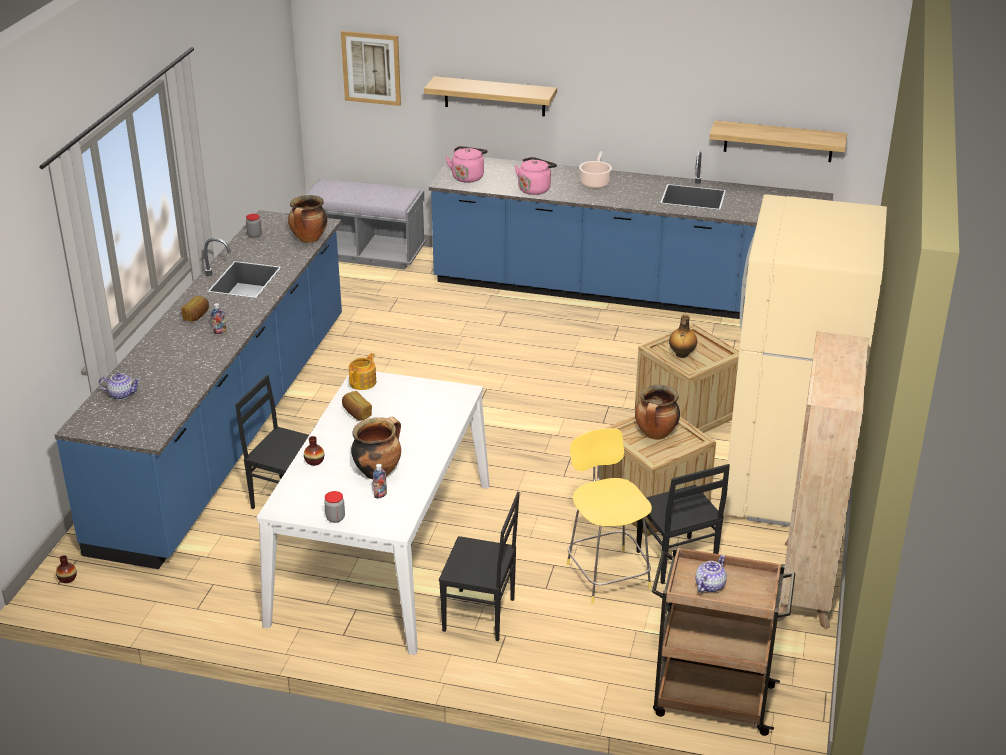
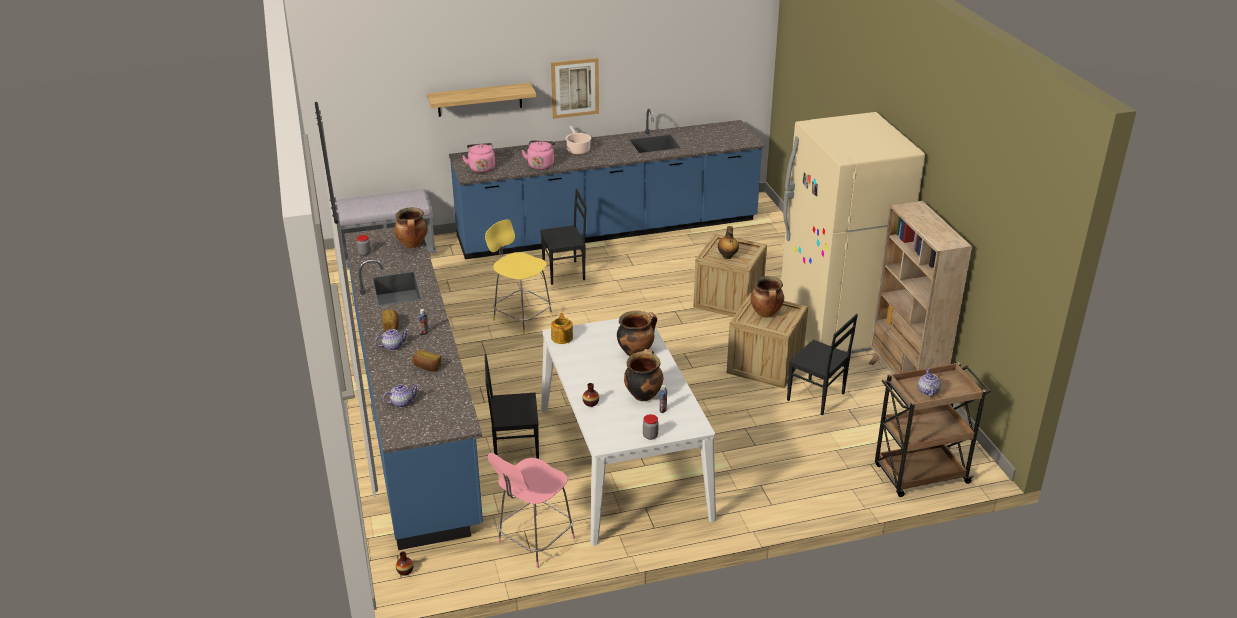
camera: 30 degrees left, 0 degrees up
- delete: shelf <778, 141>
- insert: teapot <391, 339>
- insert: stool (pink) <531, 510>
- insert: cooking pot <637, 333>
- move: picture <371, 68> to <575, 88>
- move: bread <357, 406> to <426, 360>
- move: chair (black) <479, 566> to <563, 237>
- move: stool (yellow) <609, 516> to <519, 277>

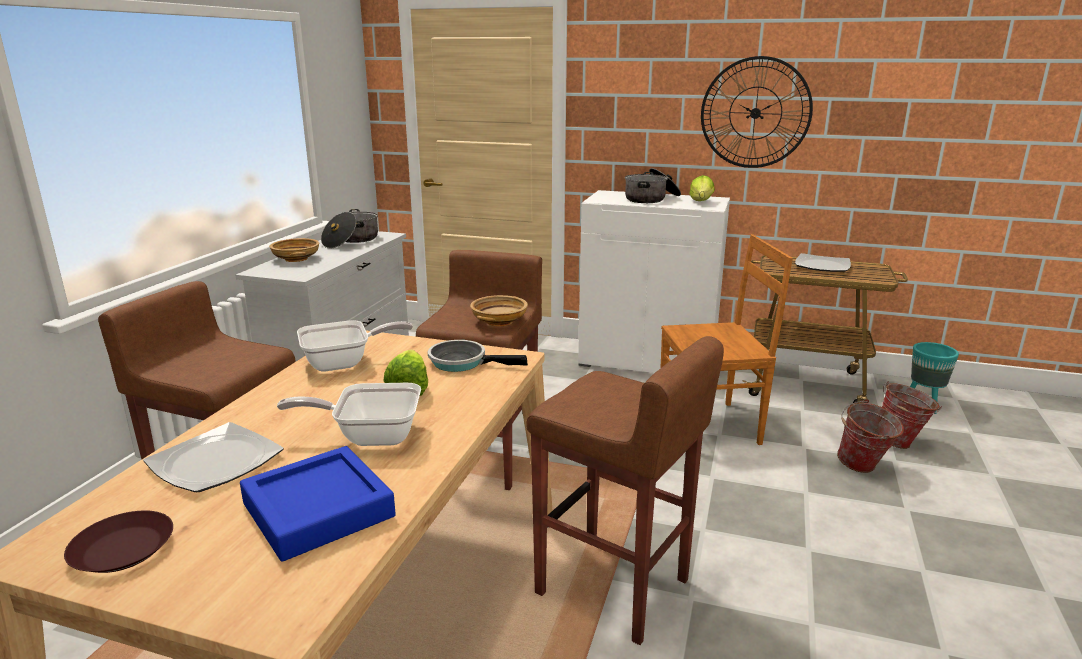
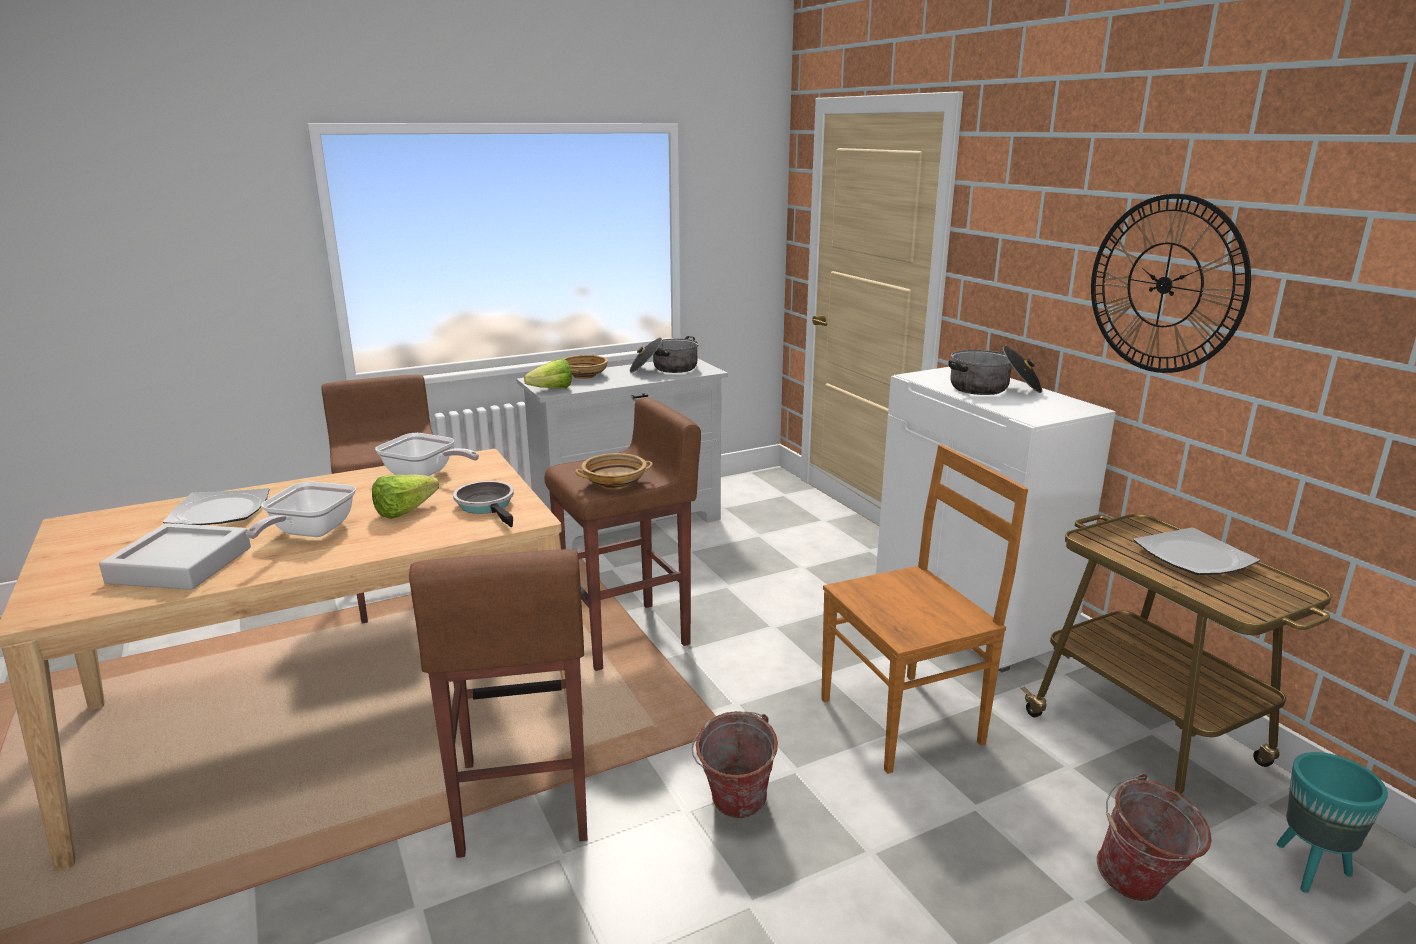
camera: 45 degrees right, 0 degrees up
- delete: plate (brown) <118, 541>
- move: lettuce <702, 188> to <548, 374>
- move: bucket <870, 436> to <735, 764>
- recolor: tray (blue) <318, 504> to tray (grey) <175, 556>
- rotate: frying pan <349, 414> = <301, 510> 120 degrees counterclockwise
- rotate: chair (brown) <726, 339> = <924, 609> 60 degrees counterclockwise

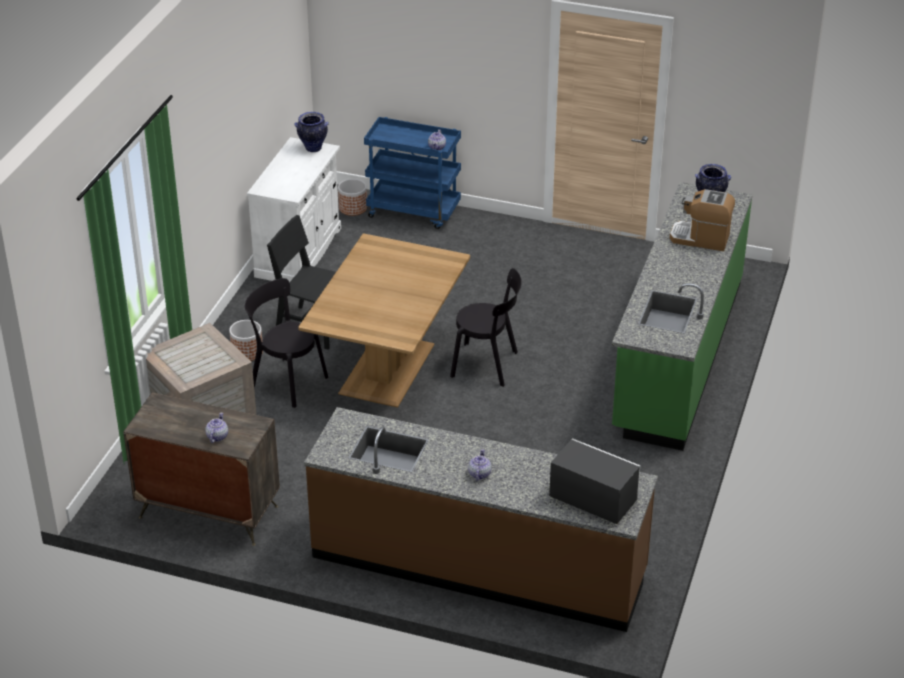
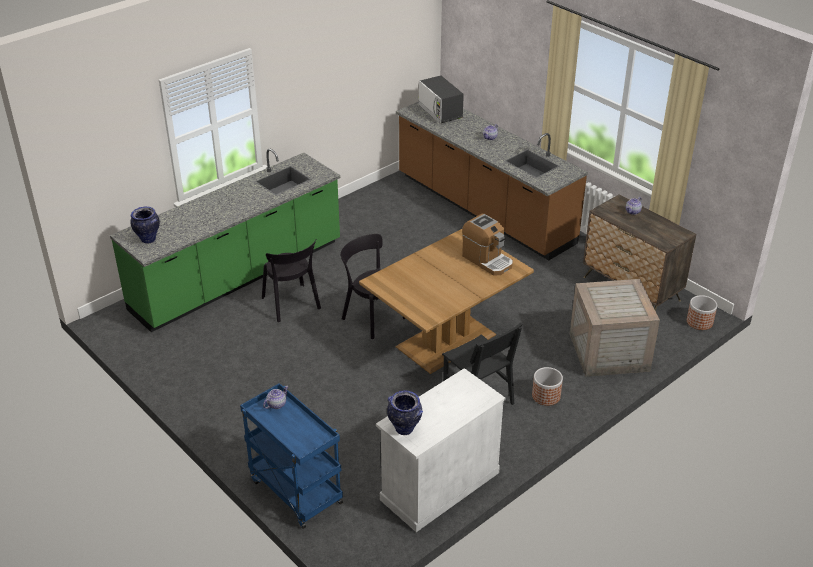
camera: 150 degrees left, 0 degrees up
- move: chair (black) <286, 343> to <291, 280>
- move: planter <352, 197> to <702, 312>
- move: coffee machine <702, 220> to <487, 245>

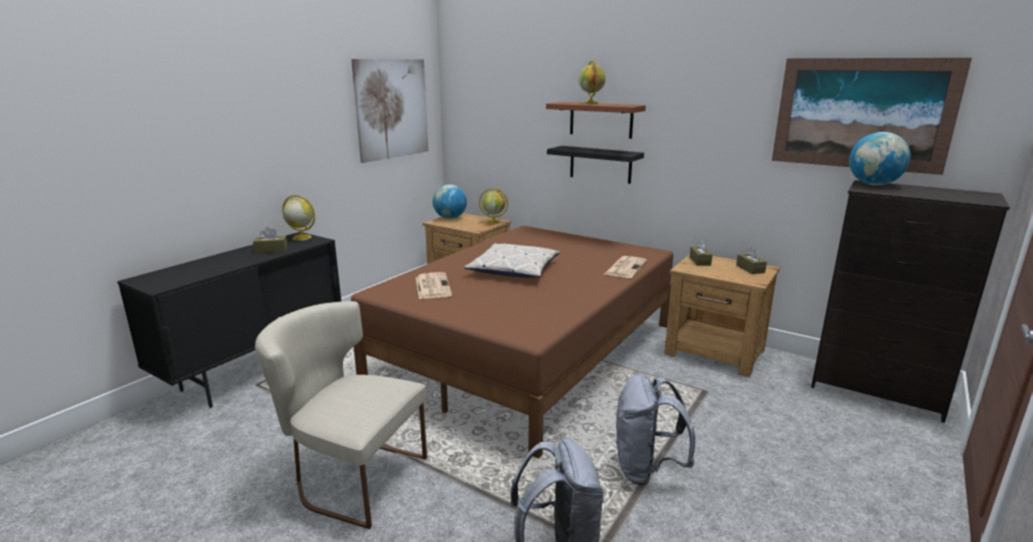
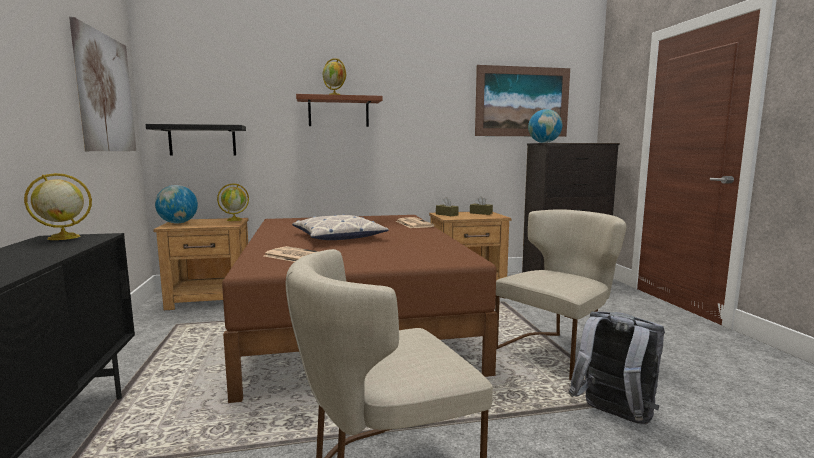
camera: 45 degrees left, 10 degrees down
- delete: tissue box (brown) <270, 240>
- move: shelf (black) <595, 165> to <196, 140>
- replace: backpack (grey) <655, 429> to chair (beige) <561, 294>

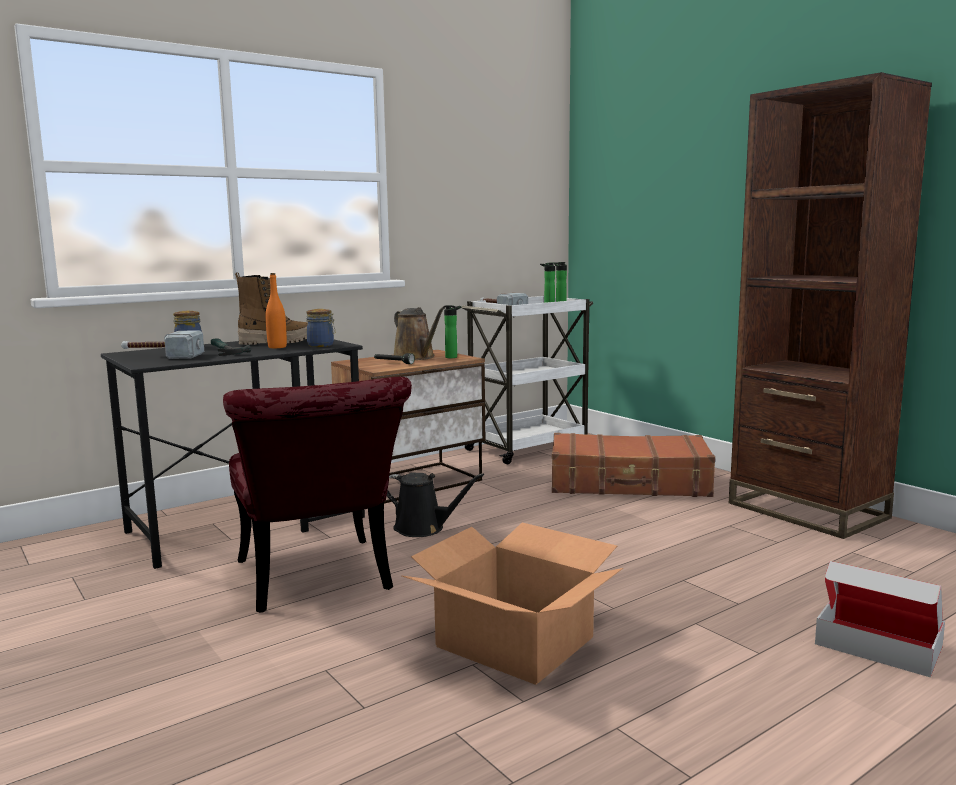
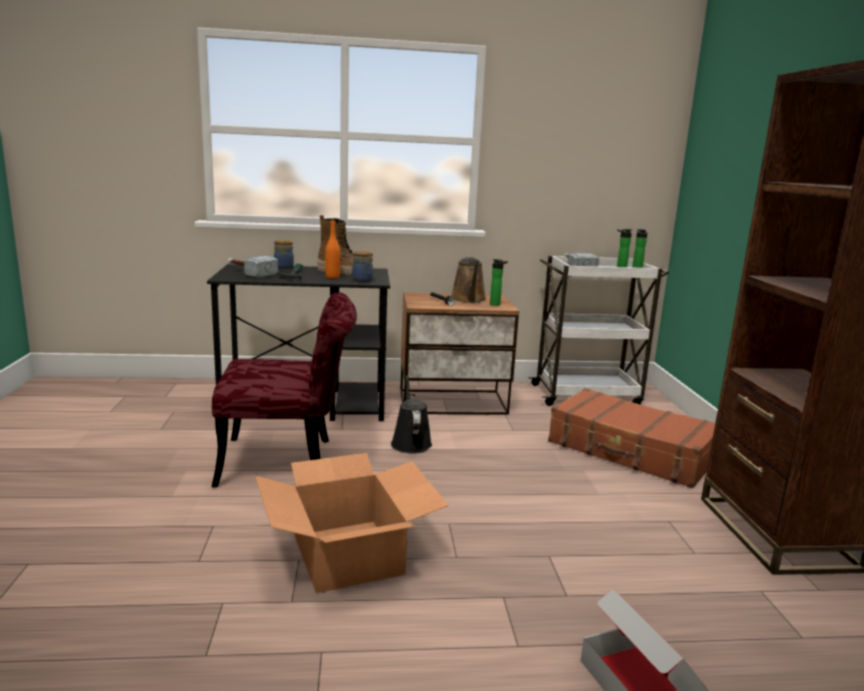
camera: 30 degrees right, 5 degrees up
- rotate: chair (red) <317, 495> = <284, 389> 105 degrees counterclockwise
- rotate: watering can (black) <435, 505> = <411, 414> 150 degrees counterclockwise

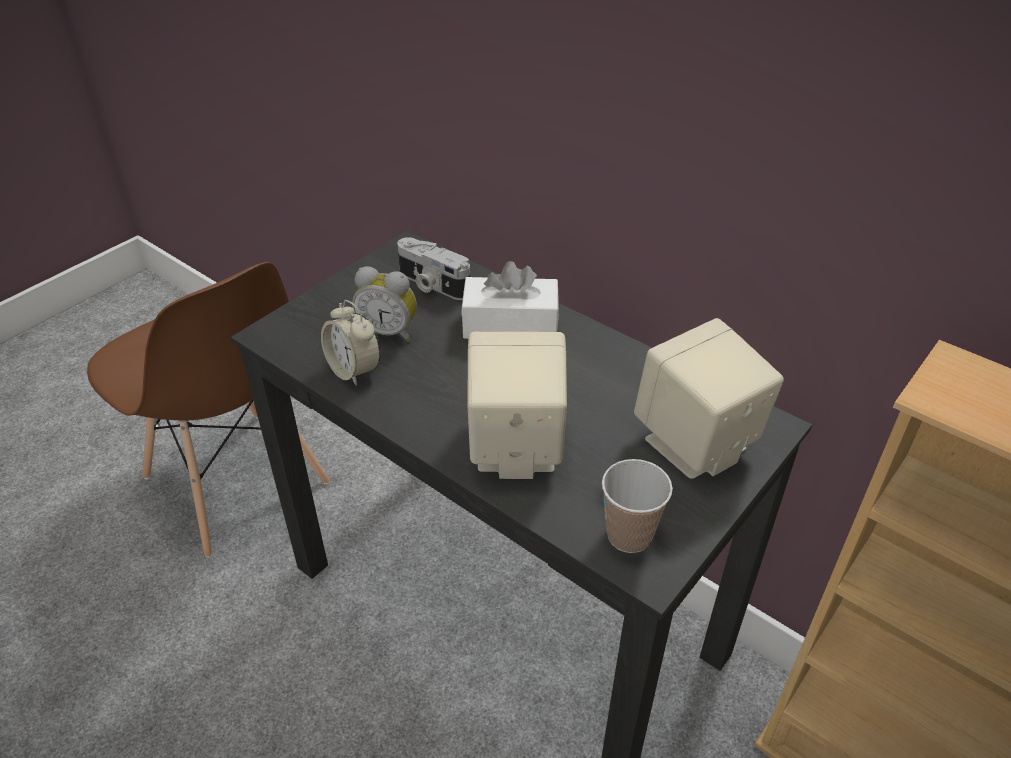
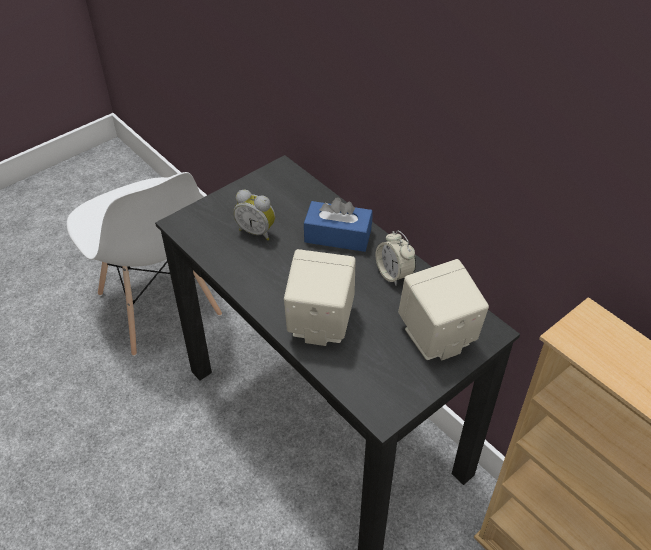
camera: 10 degrees right, 5 degrees up
- delete: photo camera <433, 268>
- delete: cup <637, 506>
- move: alarm clock <351, 343> to <396, 258>
- recolor: chair (brown) <208, 410> to chair (white) <144, 264>
- recolor: tissue box (white) <510, 300> to tissue box (blue) <338, 224>

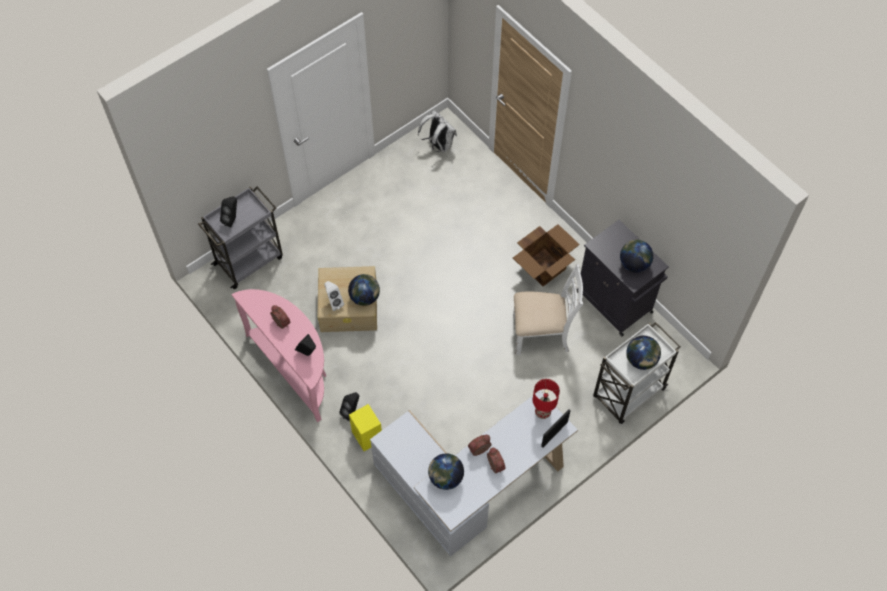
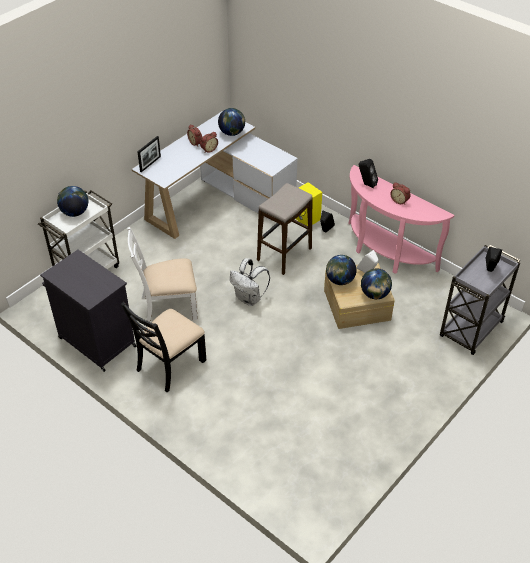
camera: 170 degrees right, 15 degrees down
- delete: table lamp (red) <546, 399>
- insert: stool <284, 229>
- move: backpack (white) <437, 131> to <250, 282>
- move: globe <636, 256> to <376, 283>
- replace: cardboard box <546, 255> to chair (black) <163, 347>

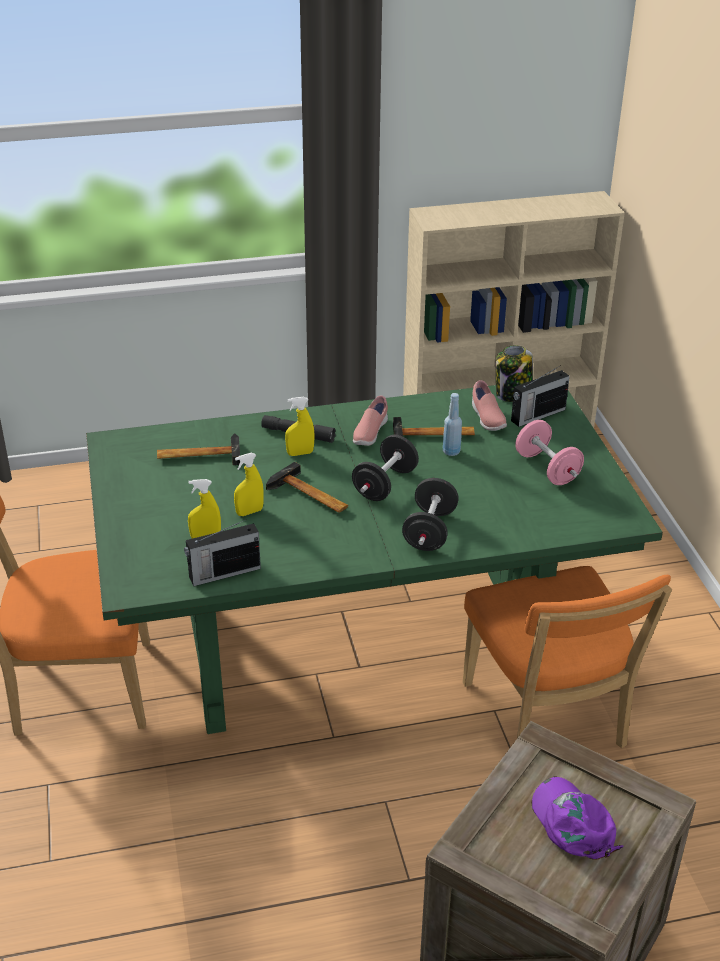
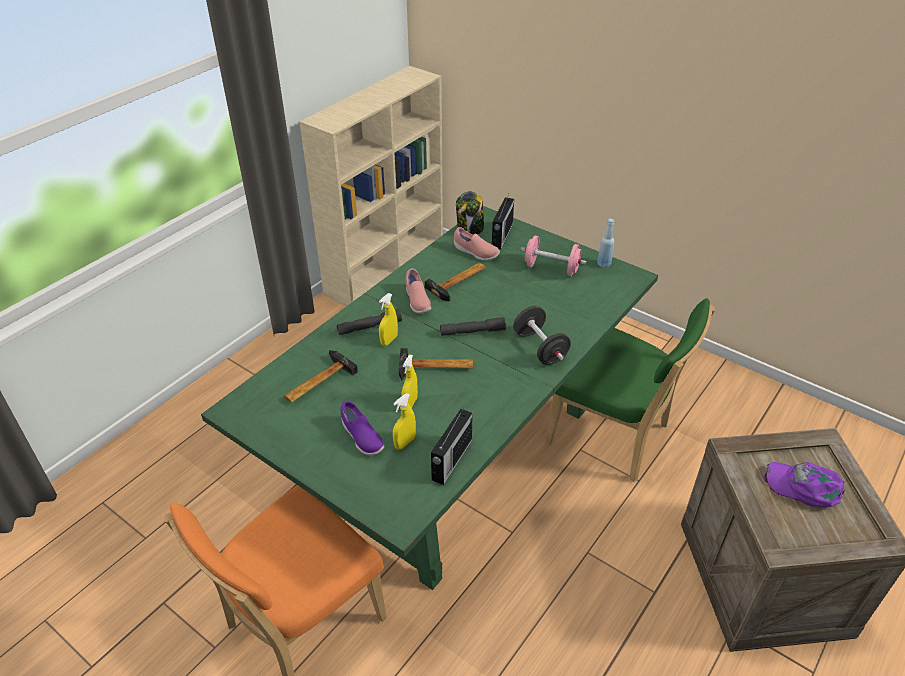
camera: 40 degrees left, 5 degrees up
- insert: shoe (purple) <363, 428>
- move: bottle (blue) <452, 424> to <606, 242>
- replace: dumbbell (black) <385, 468> to flashlight (grey) <473, 326>
- recolor: chair (orange) <567, 657> to chair (green) <630, 390>

